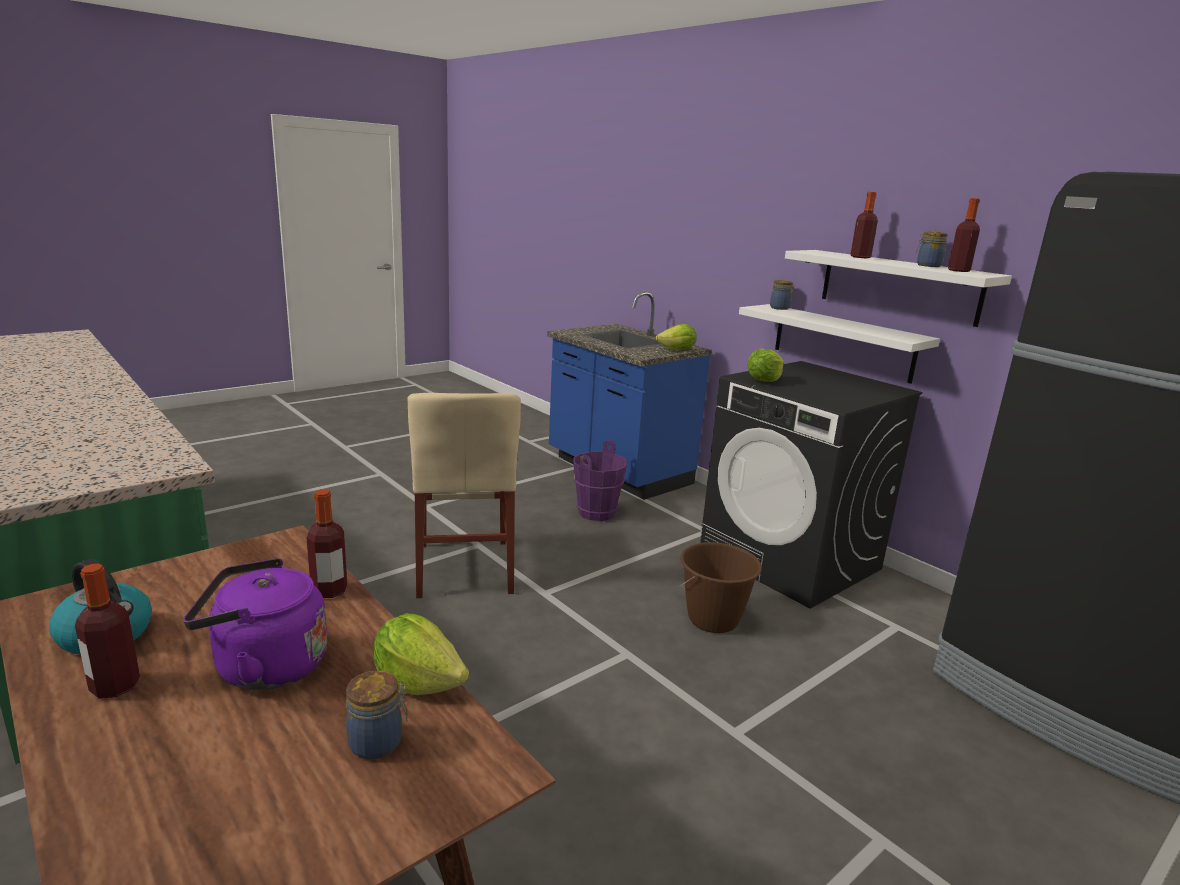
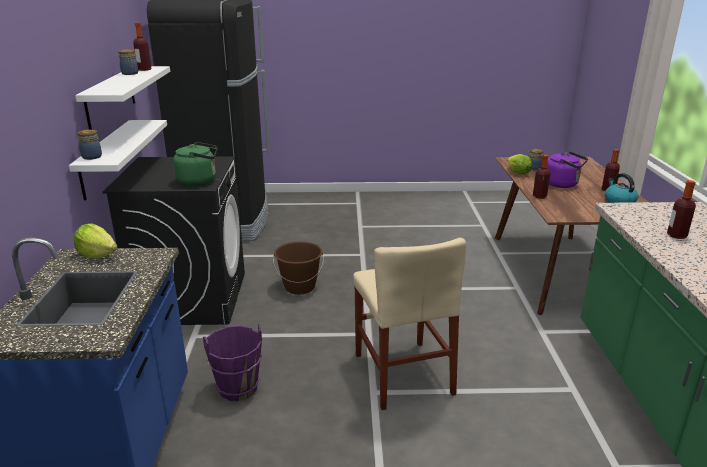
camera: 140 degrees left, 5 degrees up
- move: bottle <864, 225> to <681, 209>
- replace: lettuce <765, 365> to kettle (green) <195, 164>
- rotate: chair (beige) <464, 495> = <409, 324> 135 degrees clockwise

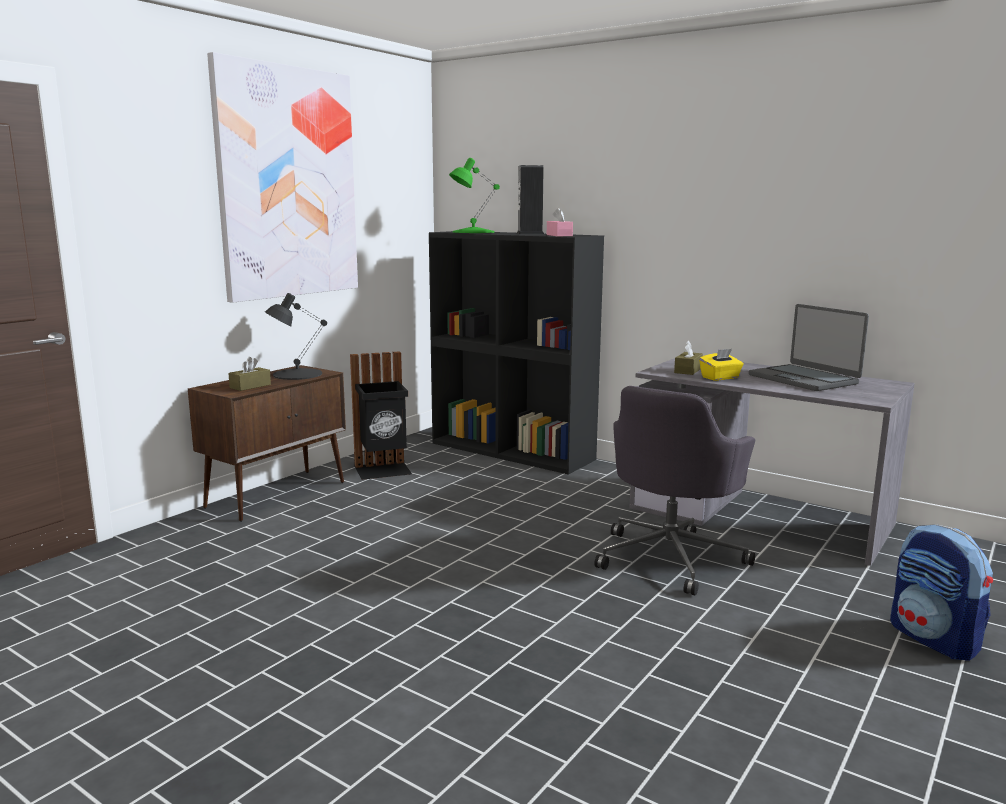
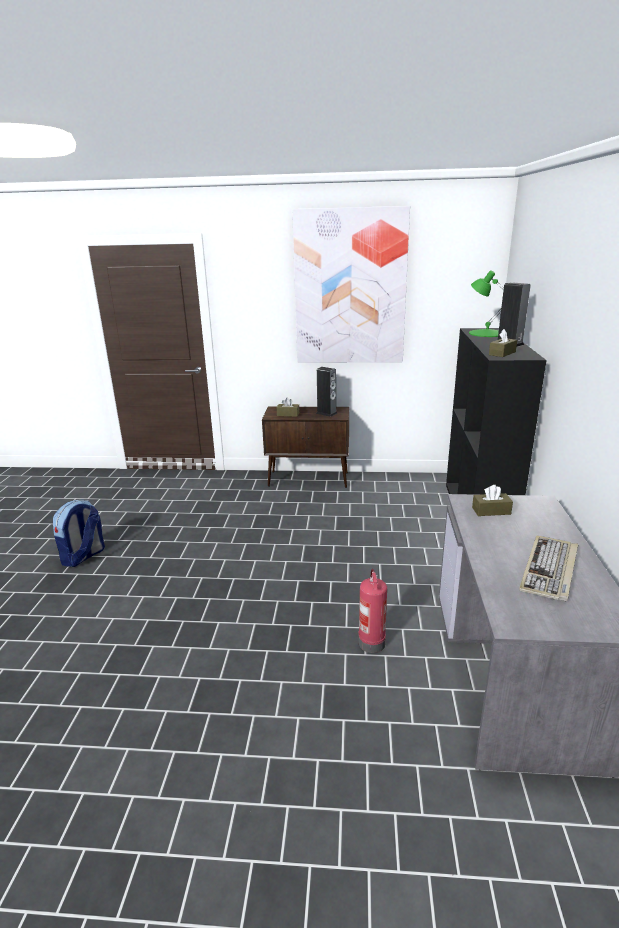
camera: 60 degrees right, 10 degrees up
- delete: trash can (black) <381, 415>
- delete: tissue box (yellow) <721, 365>
- move: backpack <941, 592> to <79, 533>
- replace: table lamp (black) <296, 336> to speaker <326, 392>
- replace: office chair (grey) <674, 490> to fire extinguisher <373, 611>
- replace: laptop <809, 347> to keyboard <548, 569>
- recolor: tissue box (pink) <560, 222> to tissue box (brown) <503, 343>

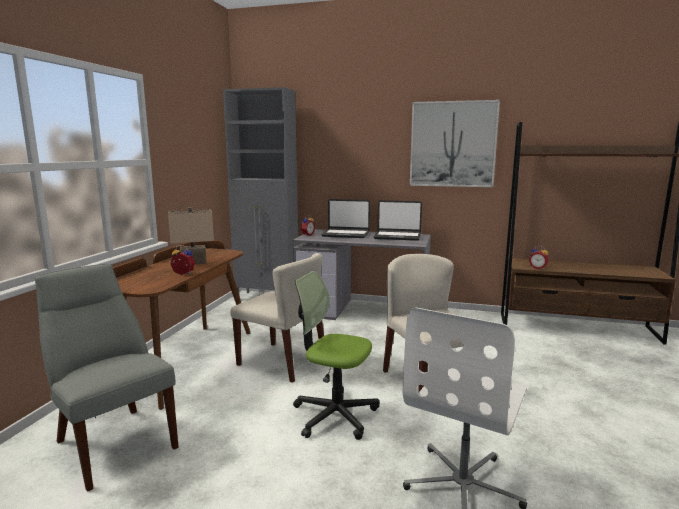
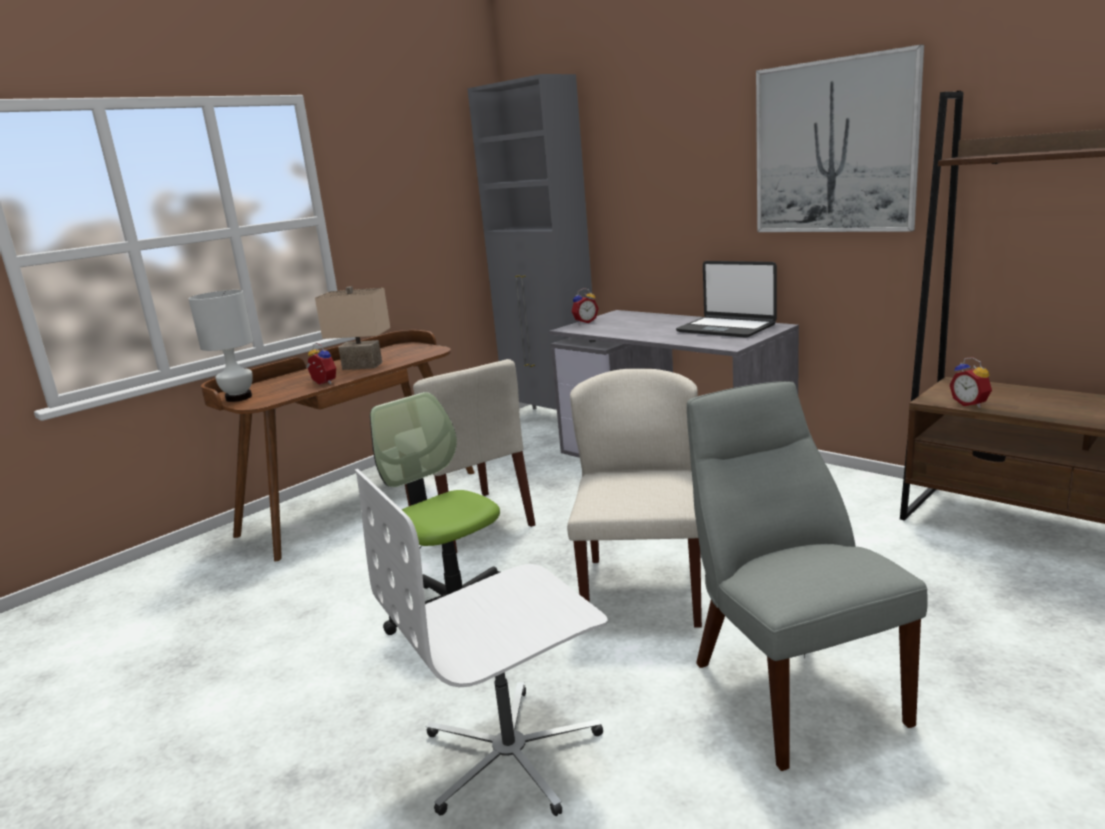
camera: 30 degrees right, 5 degrees up
- delete: laptop <345, 218>
- insert: table lamp (white) <220, 346>
- move: chair (grey) <106, 378> to <807, 576>

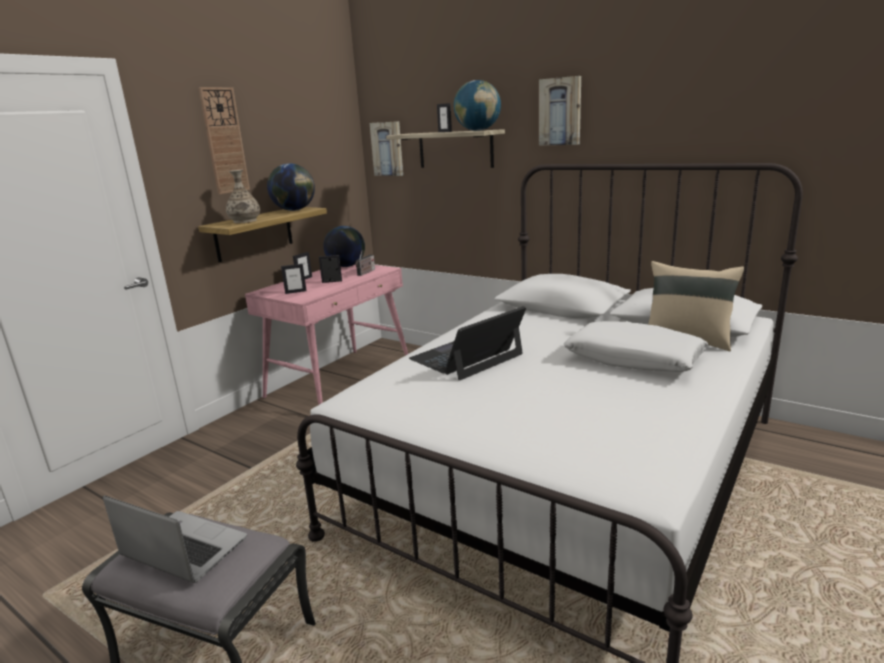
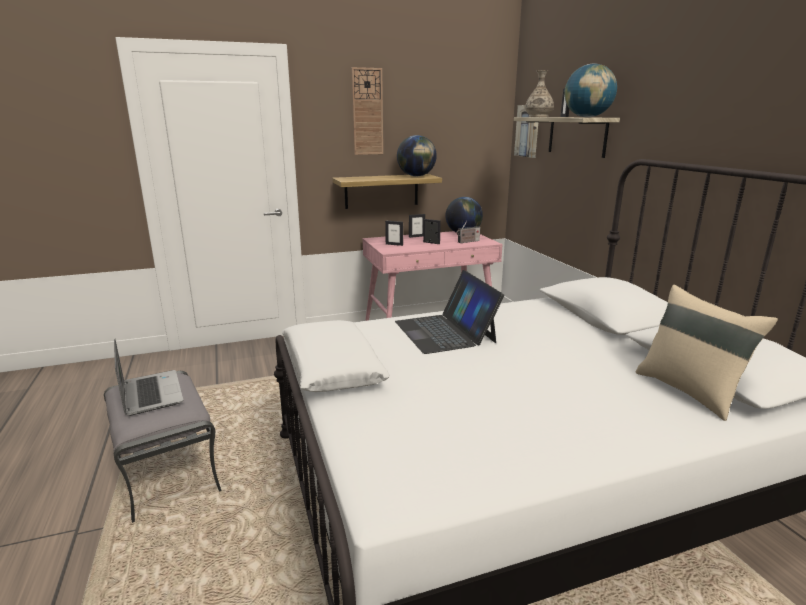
camera: 35 degrees right, 0 degrees up
- delete: picture <560, 111>
- move: vase <243, 196> to <539, 93>
- move: pillow (white) <636, 346> to <336, 356>
- rotate: laptop <467, 343> = <449, 312> 105 degrees counterclockwise

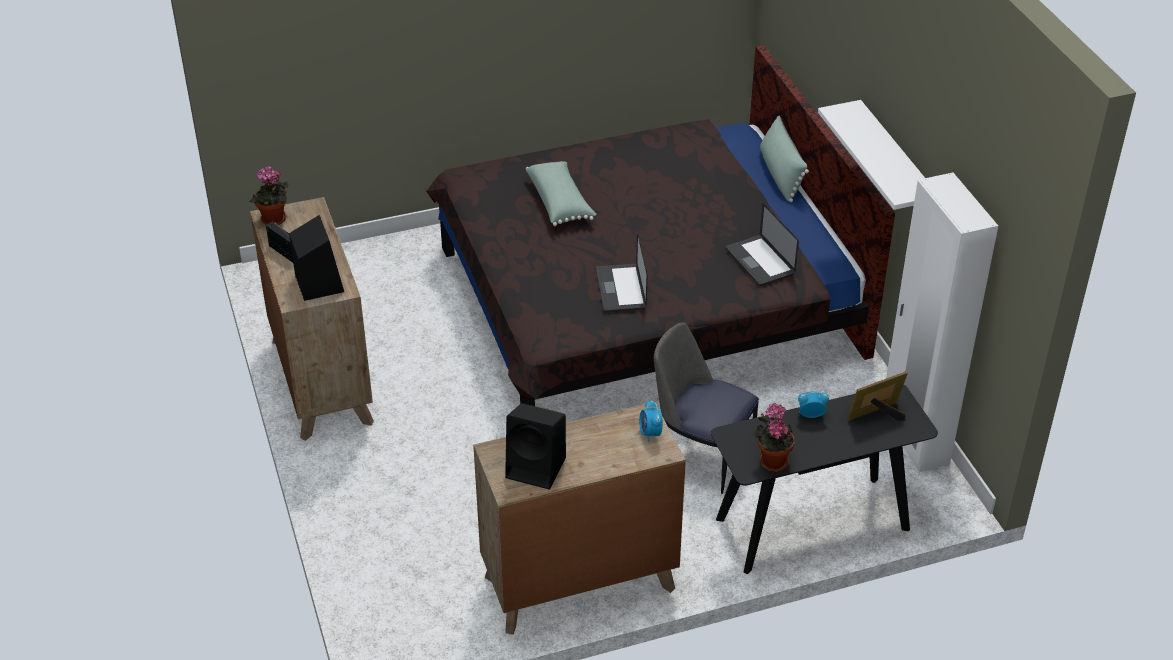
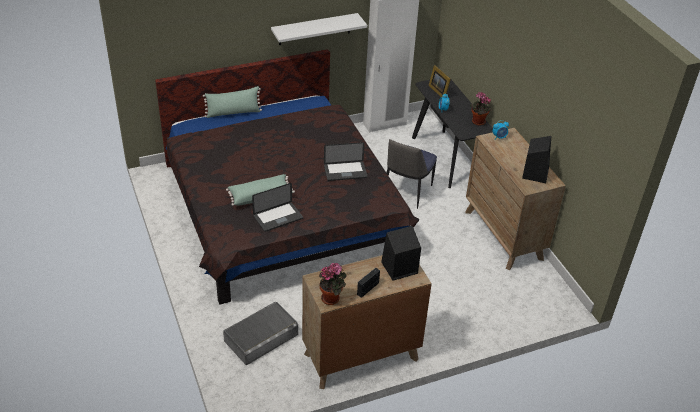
camera: 95 degrees left, 0 degrees up
- insert: storage box (grey) <260, 333>
- move: laptop <762, 244> to <277, 207>

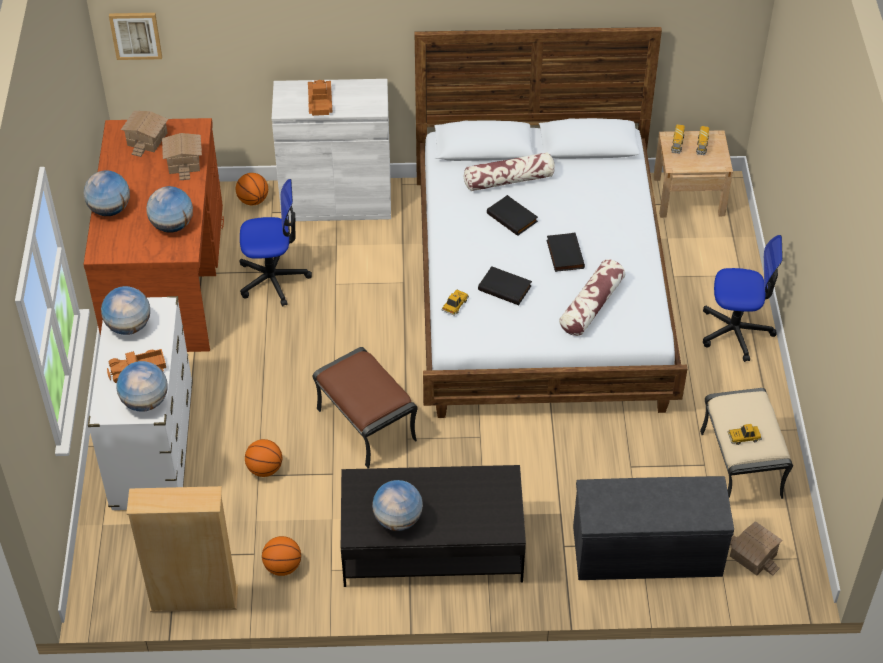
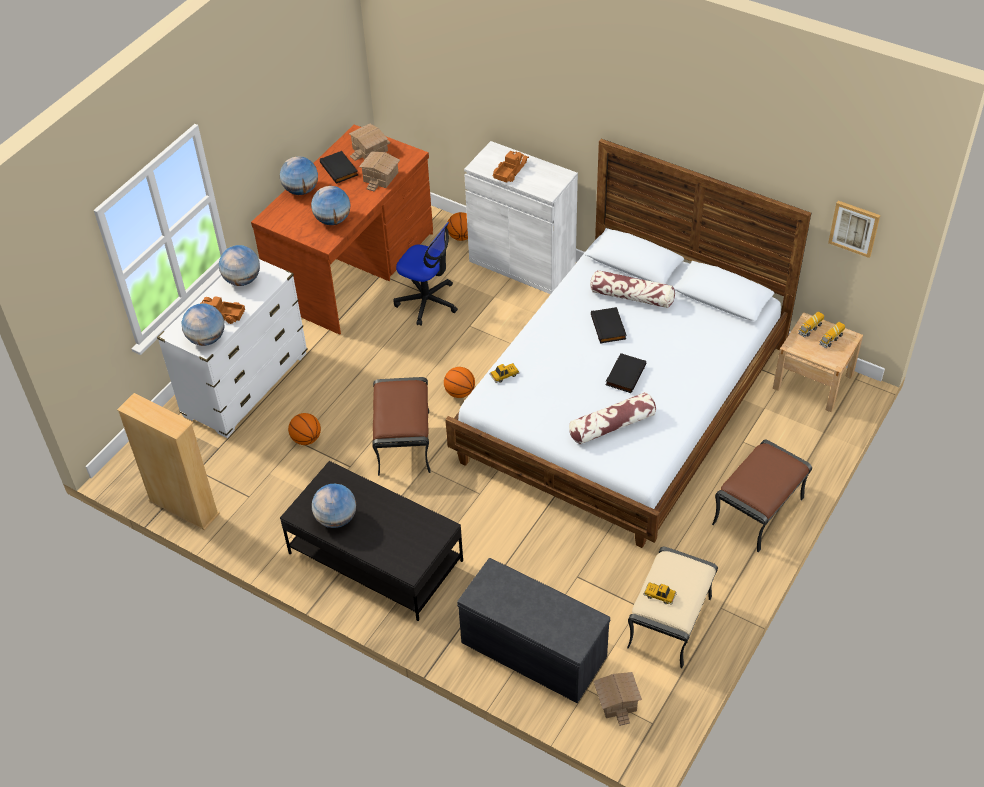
camera: 35 degrees right, 0 degrees up
- move: picture <135, 36> to <854, 229>
- move: basketball <281, 556> to <459, 382>
- move: book (black) <505, 285> to <339, 167>
- replace: office chair <743, 298> to ottoman (brown) <762, 495>

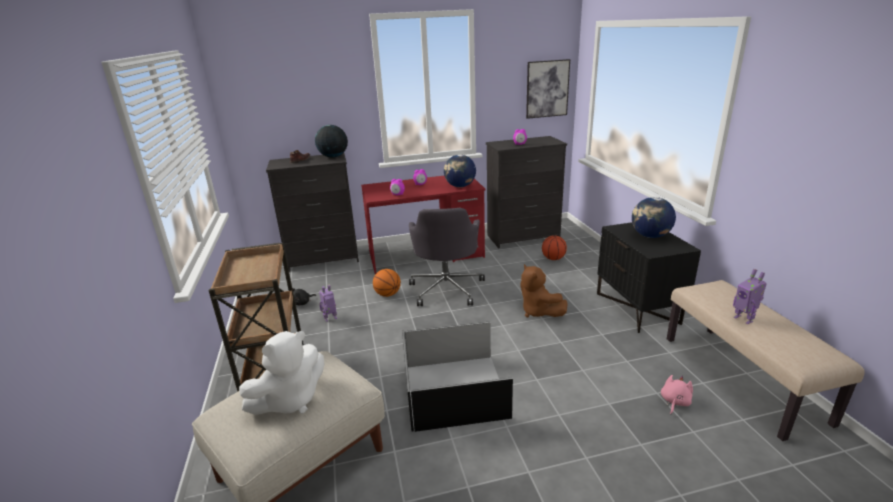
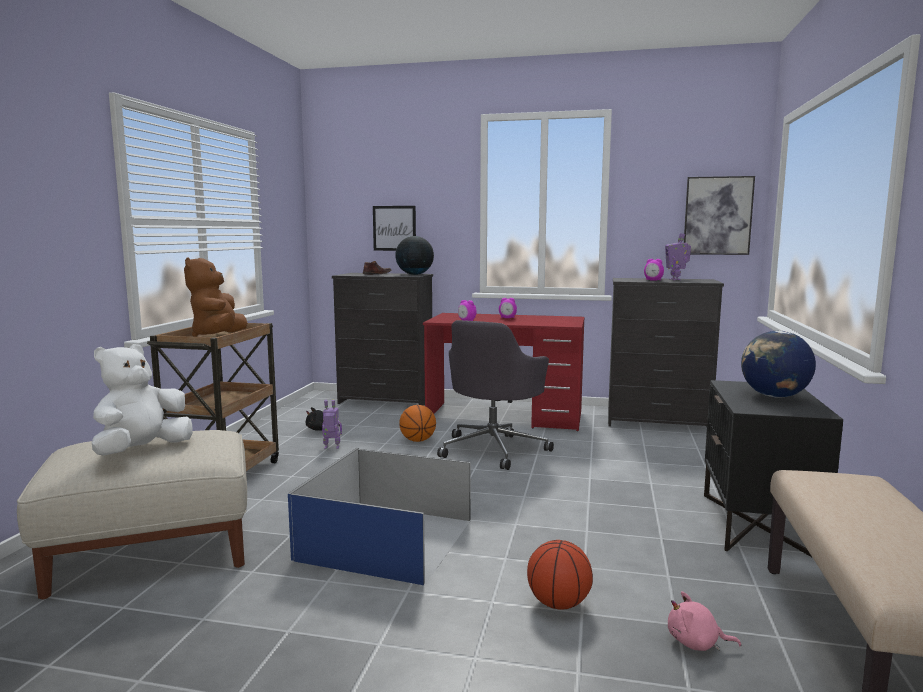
camera: 25 degrees right, 15 degrees down
- delete: globe <460, 171>
- insert: picture <394, 228>
- move: plush toy (brown) <544, 290> to <215, 297>
- move: basketball <554, 247> to <560, 575>
- move: toy robot <749, 297> to <678, 256>
- recolor: storage box (black) <457, 377> to storage box (blue) <379, 516>
- rotate: plush toy (white) <282, 373> = <142, 400> 135 degrees clockwise
- rotate: plush toy (pink) <677, 394> = <704, 621> 135 degrees counterclockwise

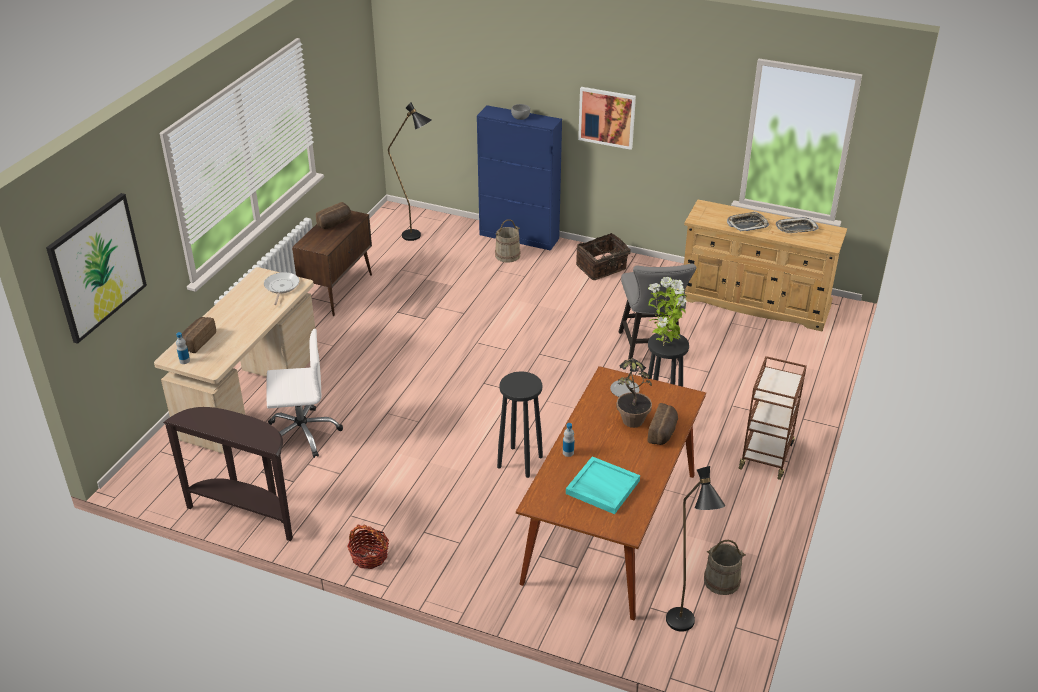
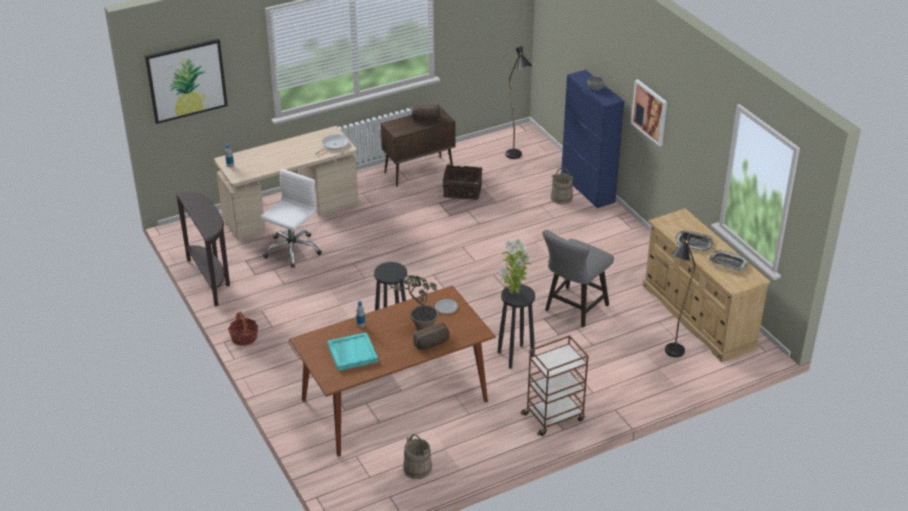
camera: 40 degrees right, 0 degrees up
- delete: bread <199, 335>
- move: basket <604, 256> to <463, 182>
- move: floor lamp (black) <695, 548> to <680, 294>
- rotate: office chair (white) <304, 393> = <291, 218> 90 degrees counterclockwise

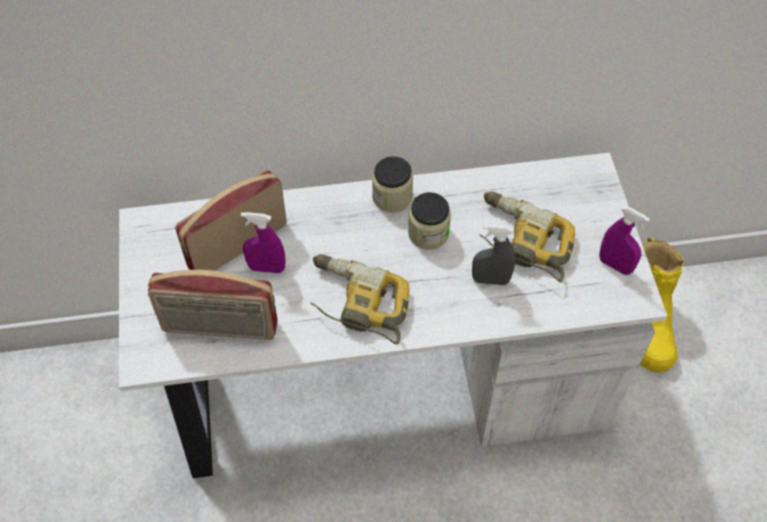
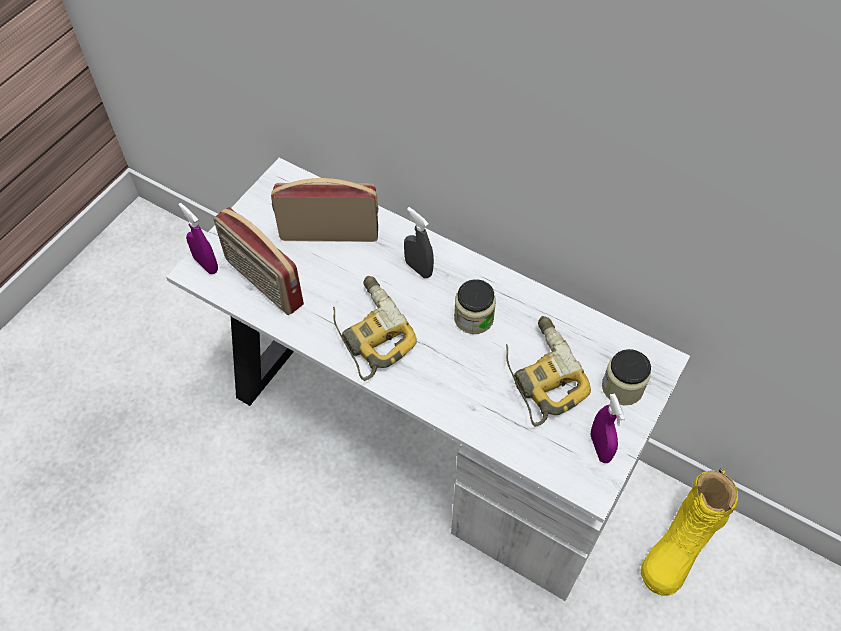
camera: 40 degrees right, 0 degrees up
- move: spray bottle (purple) <263, 242> to <198, 238>
- move: jar <392, 184> to <626, 377>
- move: spray bottle (grey) <494, 255> to <419, 242>

